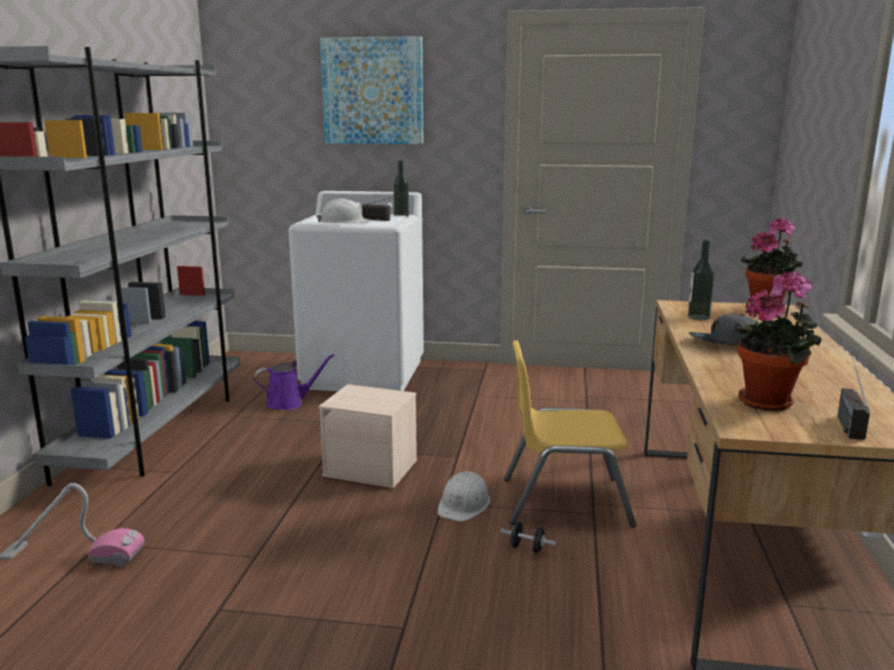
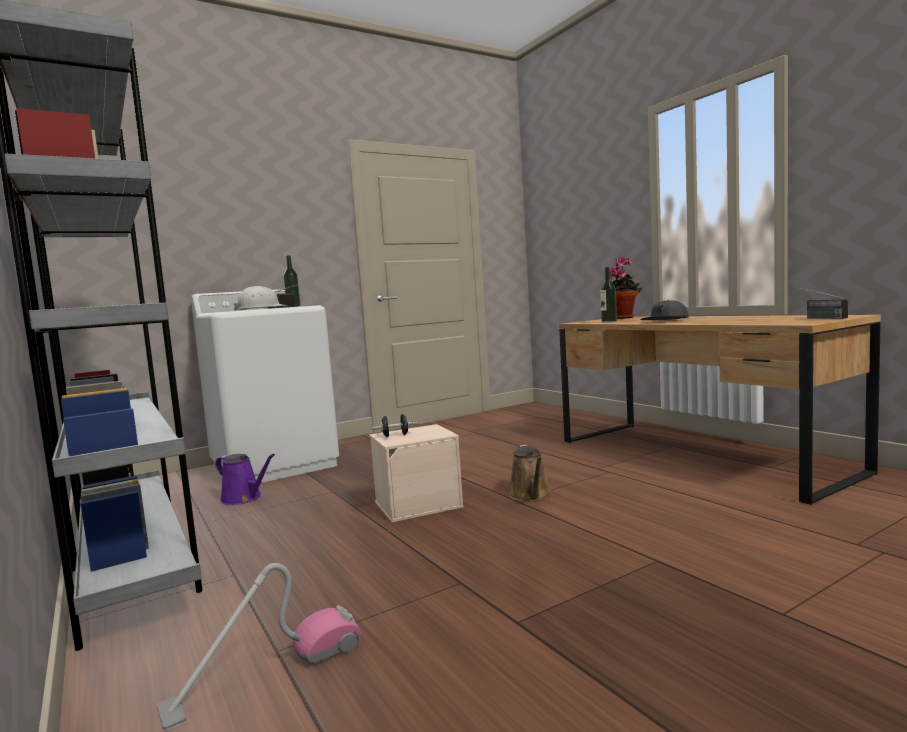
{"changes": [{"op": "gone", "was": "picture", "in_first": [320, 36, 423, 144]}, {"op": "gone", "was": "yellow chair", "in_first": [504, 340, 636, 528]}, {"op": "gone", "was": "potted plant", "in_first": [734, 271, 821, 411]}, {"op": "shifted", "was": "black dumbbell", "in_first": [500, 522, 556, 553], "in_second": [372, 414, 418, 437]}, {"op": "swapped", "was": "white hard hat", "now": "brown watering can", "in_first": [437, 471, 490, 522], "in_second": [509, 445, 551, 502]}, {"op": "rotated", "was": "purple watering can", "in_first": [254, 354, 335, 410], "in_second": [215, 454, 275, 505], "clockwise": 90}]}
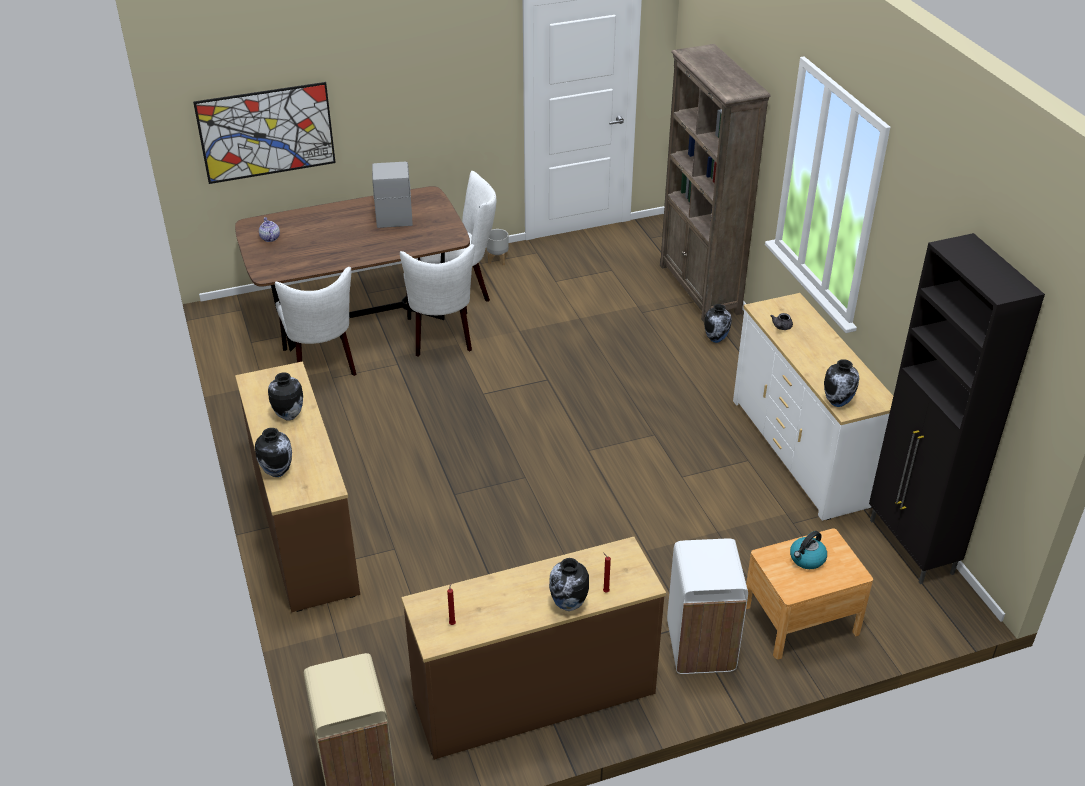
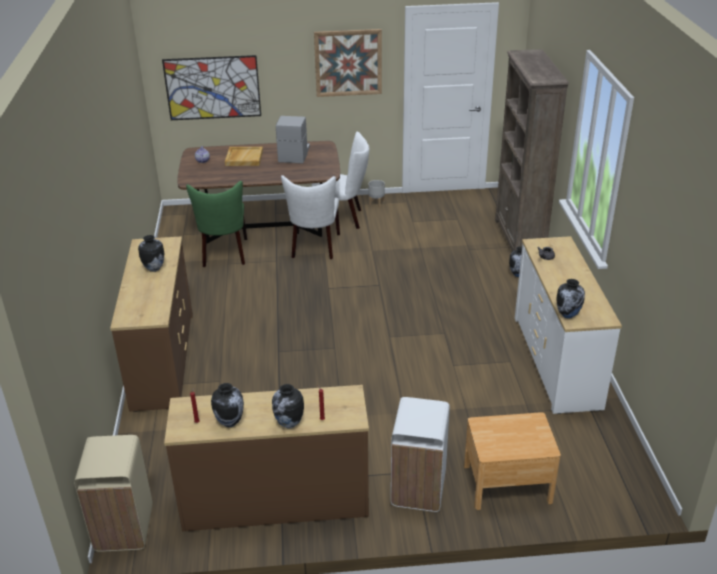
{"changes": [{"op": "gone", "was": "kettle", "in_first": [790, 531, 827, 569]}, {"op": "gone", "was": "black cabinet", "in_first": [869, 233, 1045, 584]}, {"op": "new", "now": "beige tray", "in_second": [225, 147, 263, 166]}, {"op": "new", "now": "picture", "in_second": [314, 29, 382, 97]}, {"op": "shifted", "was": "vase", "in_first": [255, 428, 292, 477], "in_second": [211, 383, 244, 427]}, {"op": "repainted", "was": "white chair", "now": "green chair", "in_first": [275, 267, 356, 376], "in_second": [186, 181, 247, 267]}]}
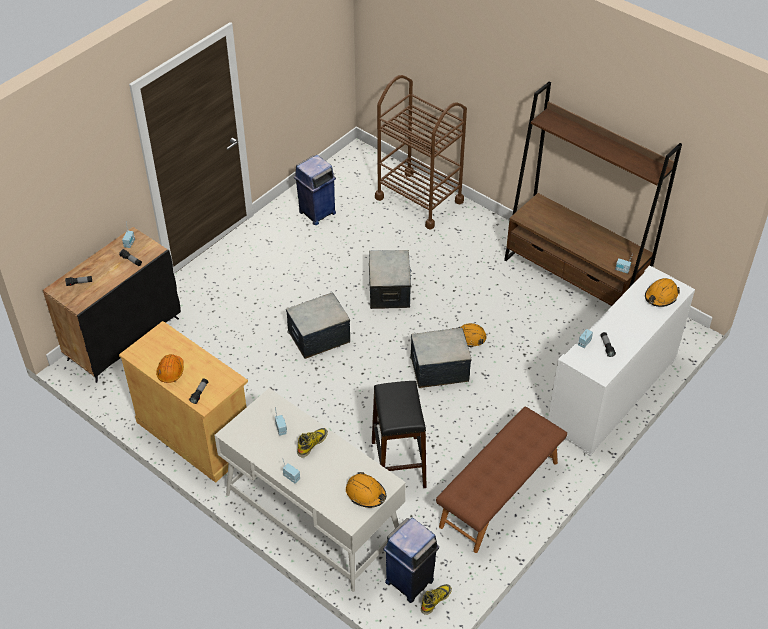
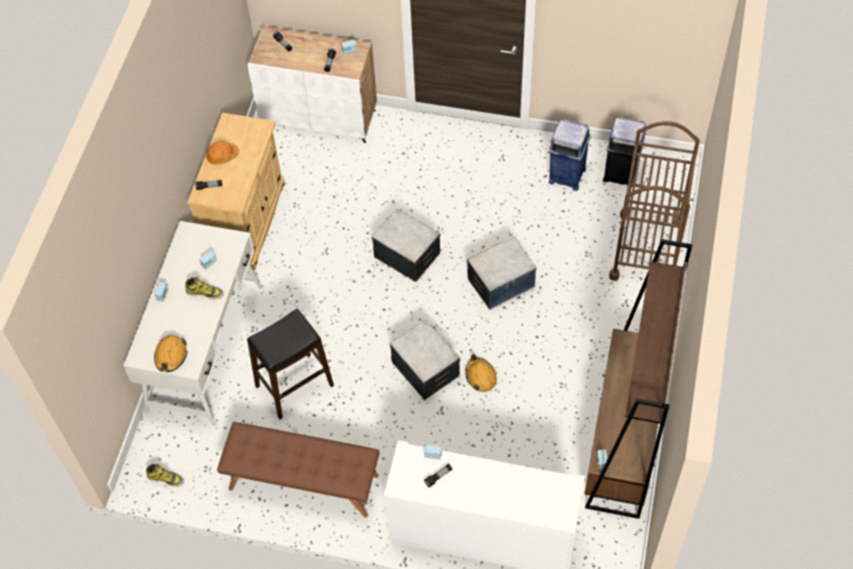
{"changes": [{"op": "gone", "was": "orange hard hat", "in_first": [645, 278, 680, 307]}, {"op": "shifted", "was": "blue trash can", "in_first": [383, 517, 439, 603], "in_second": [603, 117, 646, 186]}, {"op": "repainted", "was": "black cabinet", "now": "white cabinet", "in_first": [43, 227, 181, 383], "in_second": [247, 26, 377, 143]}]}
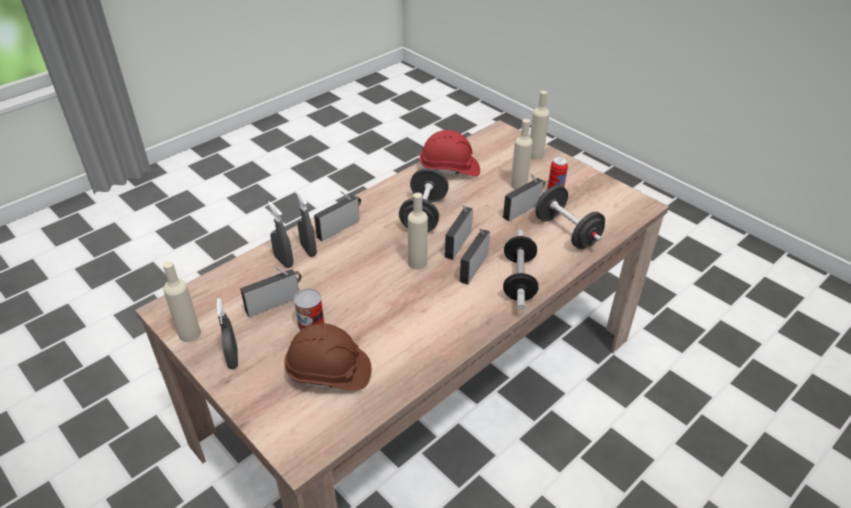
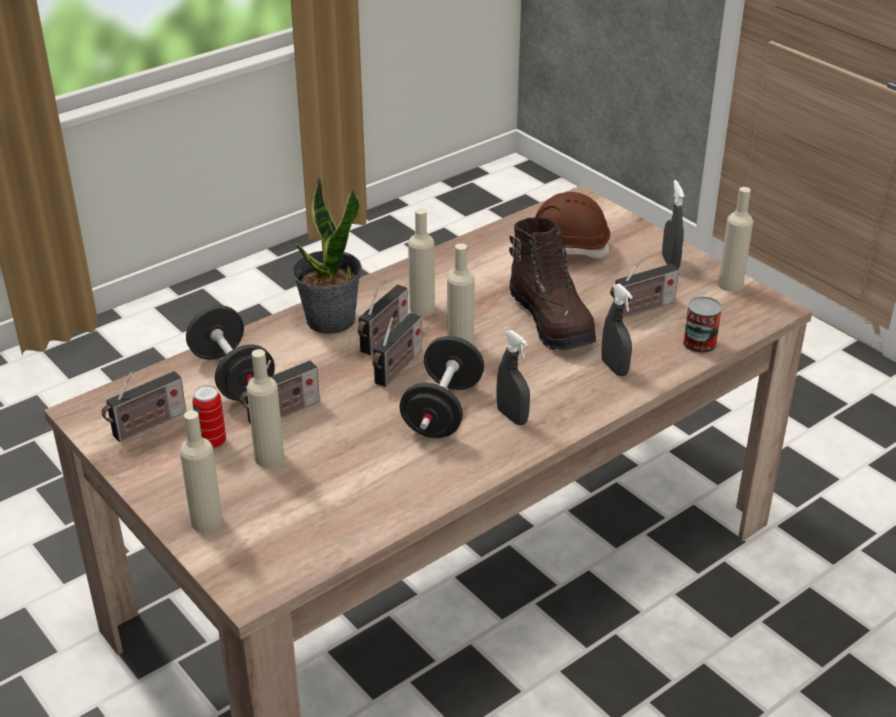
{"changes": [{"op": "gone", "was": "red hard hat", "in_first": [419, 130, 480, 176]}, {"op": "new", "now": "beige bottle", "in_second": [408, 208, 435, 315]}, {"op": "new", "now": "brown boot", "in_second": [509, 217, 596, 350]}, {"op": "shifted", "was": "grey spray bottle", "in_first": [268, 202, 293, 268], "in_second": [496, 330, 530, 425]}, {"op": "shifted", "was": "can", "in_first": [294, 289, 325, 331], "in_second": [683, 296, 722, 354]}, {"op": "shifted", "was": "radio", "in_first": [314, 190, 361, 241], "in_second": [102, 371, 186, 442]}, {"op": "swapped", "was": "dumbbell", "now": "potted plant", "in_first": [503, 230, 538, 310], "in_second": [292, 177, 362, 334]}]}
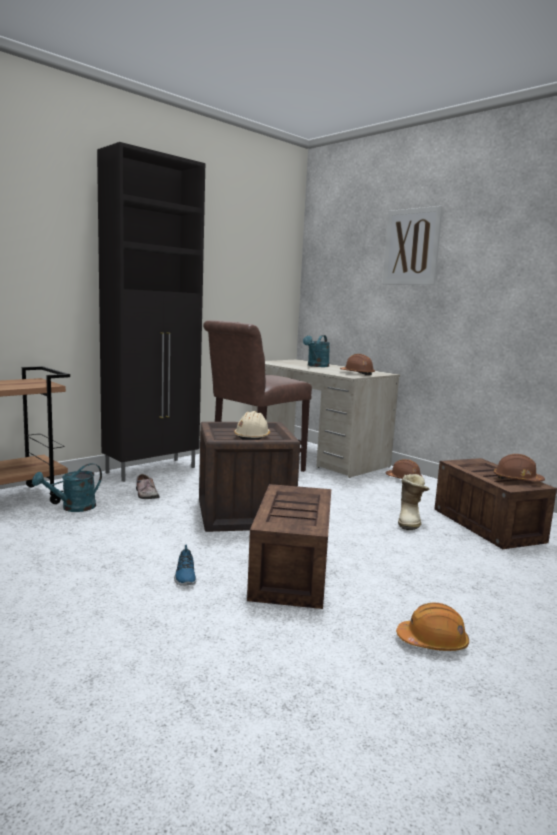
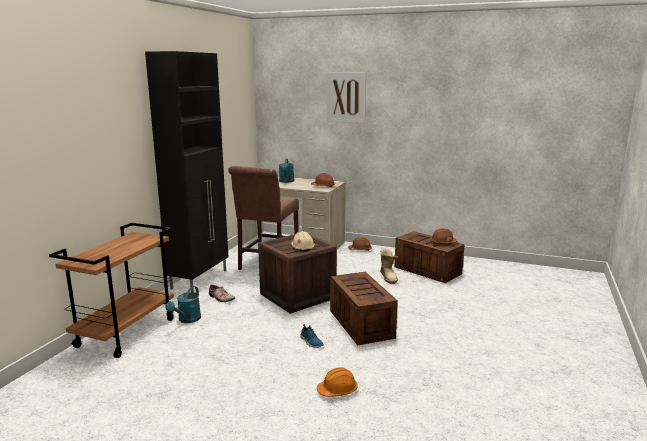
{"changes": [{"op": "shifted", "was": "orange hard hat", "in_first": [396, 603, 469, 651], "in_second": [317, 367, 358, 397]}]}
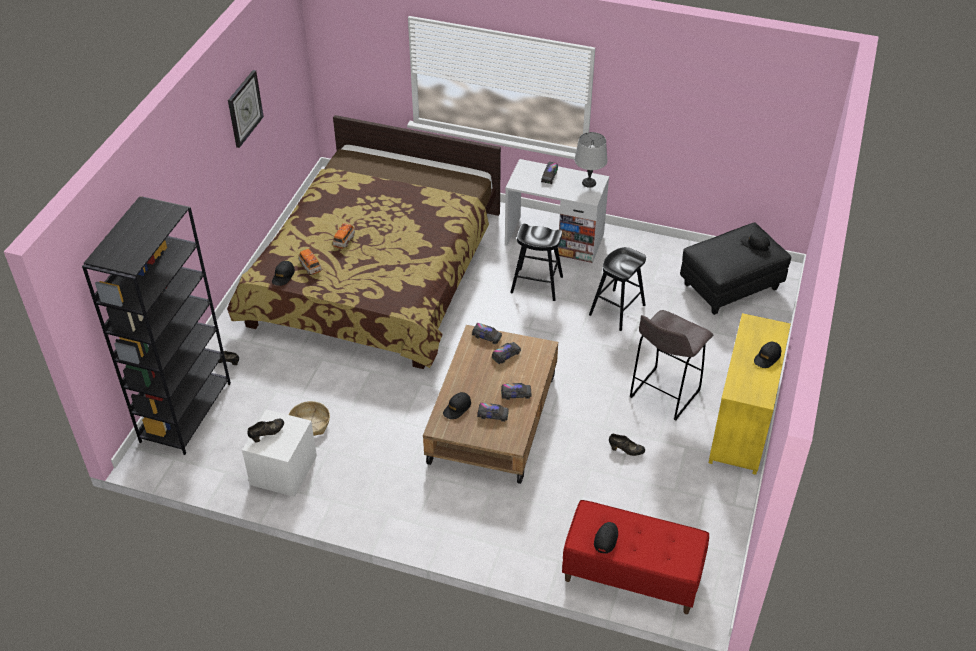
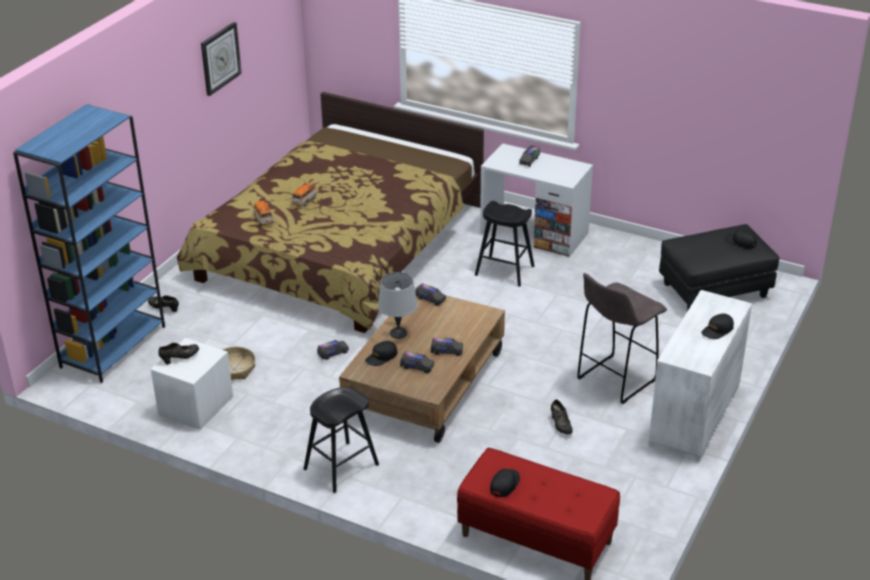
{"changes": [{"op": "gone", "was": "black cap", "in_first": [272, 261, 295, 286]}, {"op": "shifted", "was": "toy truck", "in_first": [492, 342, 521, 364], "in_second": [317, 340, 349, 360]}, {"op": "shifted", "was": "grey table lamp", "in_first": [574, 132, 607, 188], "in_second": [378, 272, 418, 339]}, {"op": "shifted", "was": "black stool", "in_first": [589, 247, 646, 331], "in_second": [304, 387, 379, 493]}, {"op": "repainted", "was": "black bookcase", "now": "blue bookcase", "in_first": [82, 196, 231, 455], "in_second": [13, 104, 165, 383]}, {"op": "repainted", "was": "yellow dresser", "now": "white dresser", "in_first": [709, 313, 791, 475], "in_second": [649, 290, 752, 462]}, {"op": "rotated", "was": "black shoe", "in_first": [609, 434, 645, 456], "in_second": [551, 399, 573, 434], "clockwise": 45}]}
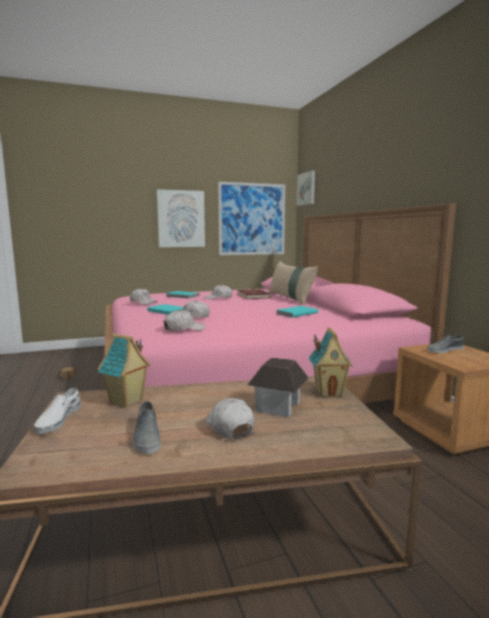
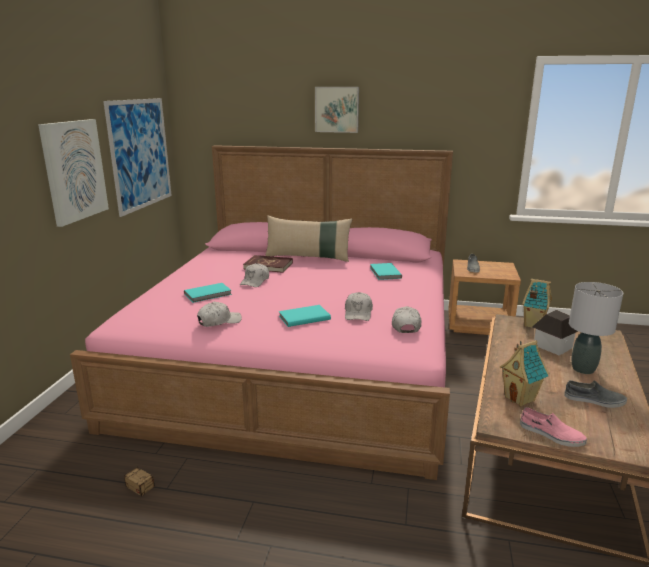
{"changes": [{"op": "shifted", "was": "picture", "in_first": [296, 171, 315, 206], "in_second": [315, 87, 359, 133]}, {"op": "swapped", "was": "white cap", "now": "grey table lamp", "in_first": [206, 398, 254, 439], "in_second": [569, 282, 623, 374]}, {"op": "repainted", "was": "white shoe", "now": "pink shoe", "in_first": [34, 388, 81, 434], "in_second": [520, 407, 587, 447]}]}
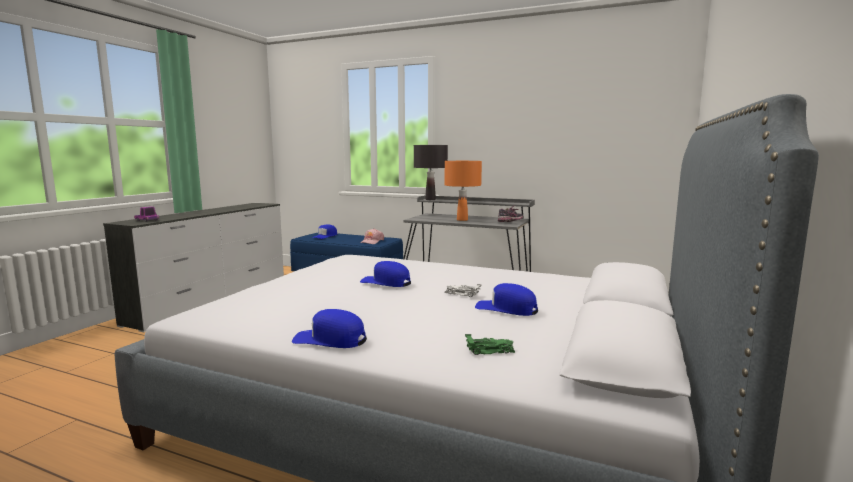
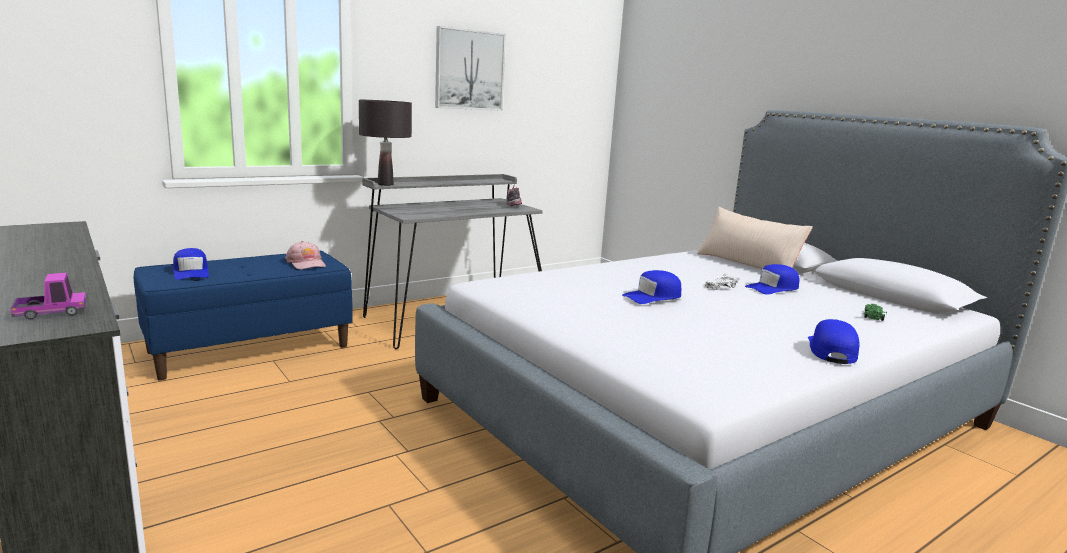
{"changes": [{"op": "gone", "was": "orange table lamp", "in_first": [445, 161, 482, 221]}, {"op": "new", "now": "picture", "in_second": [435, 26, 506, 111]}, {"op": "new", "now": "beige pillow", "in_second": [697, 207, 813, 269]}, {"op": "rotated", "was": "blue cap", "in_first": [292, 309, 367, 348], "in_second": [808, 319, 860, 364], "clockwise": 150}]}
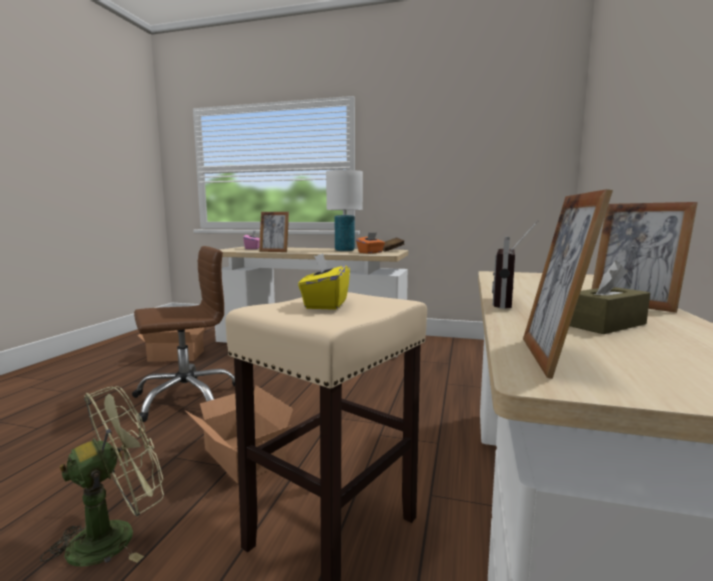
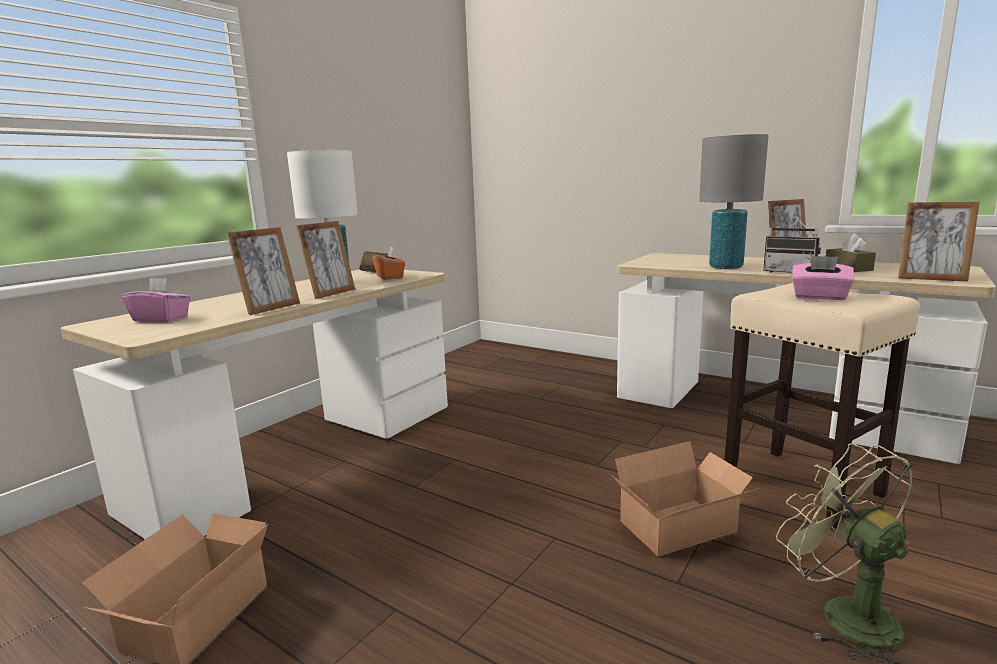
{"changes": [{"op": "gone", "was": "brown office chair", "in_first": [132, 246, 235, 422]}, {"op": "new", "now": "picture frame", "in_second": [296, 221, 355, 299]}, {"op": "new", "now": "grey table lamp", "in_second": [699, 134, 769, 269]}, {"op": "repainted", "was": "yellow tissue box", "now": "pink tissue box", "in_first": [298, 253, 350, 310], "in_second": [792, 255, 855, 300]}]}
